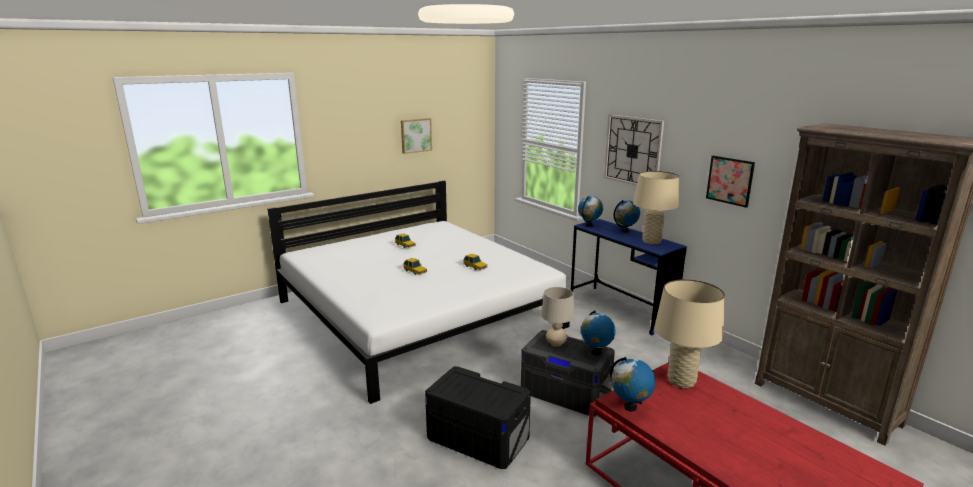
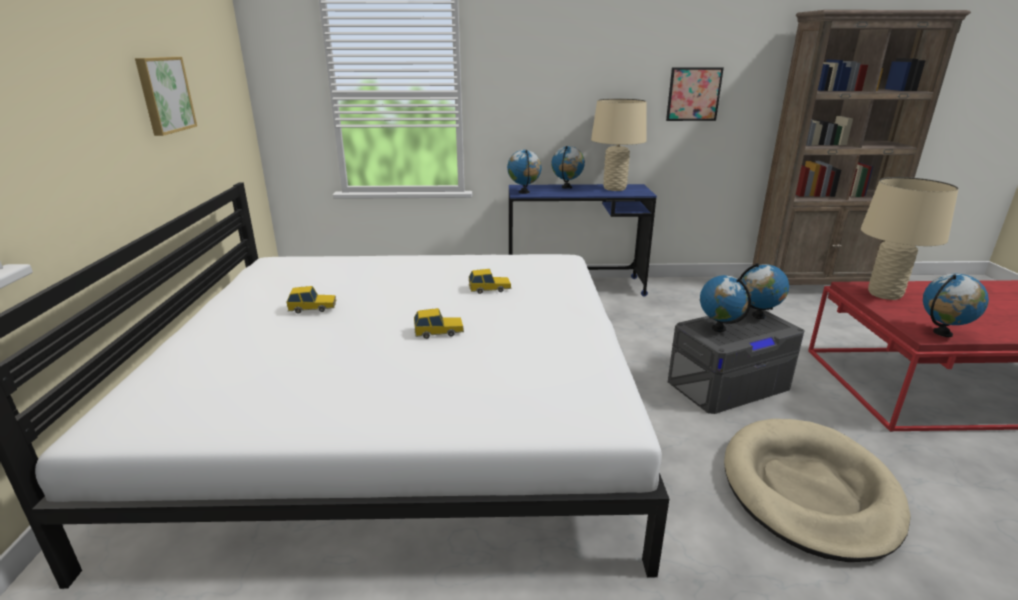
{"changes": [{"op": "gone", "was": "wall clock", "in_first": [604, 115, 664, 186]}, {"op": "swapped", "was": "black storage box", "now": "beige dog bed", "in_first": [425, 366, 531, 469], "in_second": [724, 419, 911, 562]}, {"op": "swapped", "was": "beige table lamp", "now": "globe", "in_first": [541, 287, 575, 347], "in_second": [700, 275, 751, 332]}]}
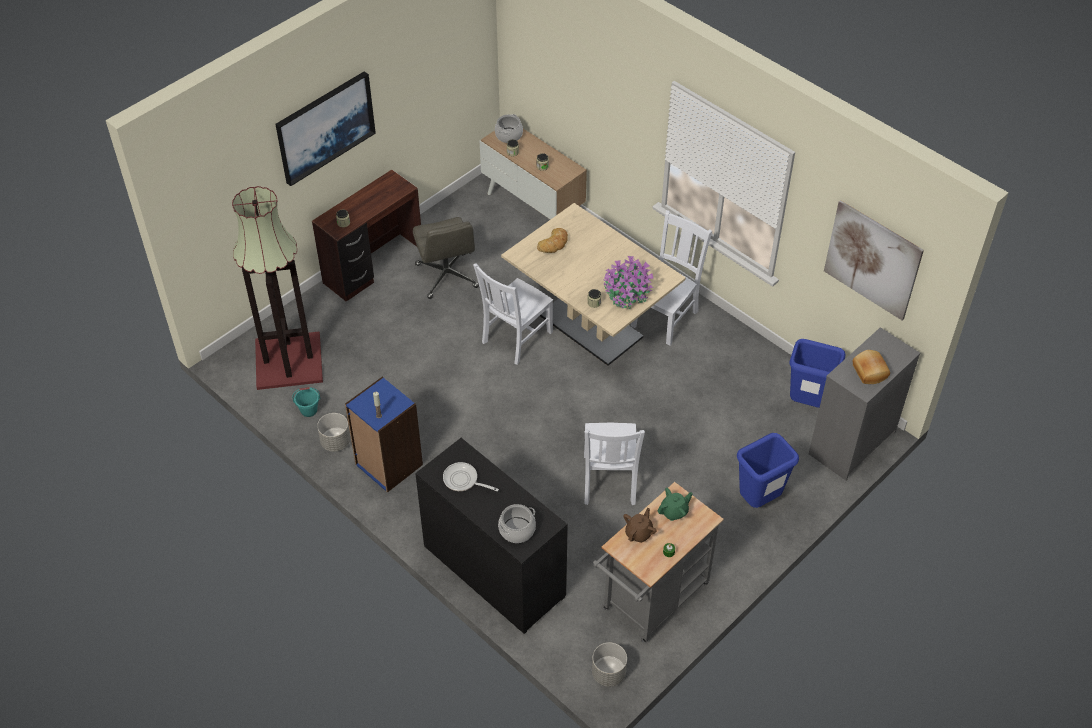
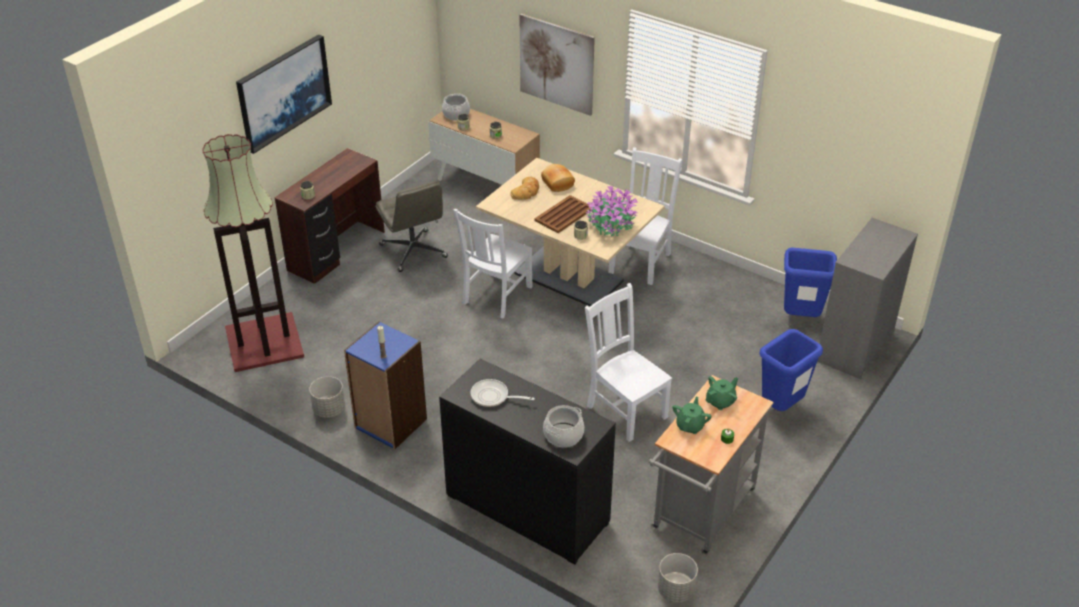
{"changes": [{"op": "gone", "was": "turquoise bucket", "in_first": [292, 387, 320, 417]}, {"op": "new", "now": "brown tray", "in_second": [535, 195, 591, 233]}, {"op": "shifted", "was": "picture", "in_first": [824, 200, 924, 320], "in_second": [520, 14, 595, 116]}, {"op": "shifted", "was": "bread", "in_first": [853, 350, 890, 384], "in_second": [541, 164, 575, 192]}, {"op": "repainted", "was": "brown teapot", "now": "green teapot", "in_first": [623, 508, 657, 543], "in_second": [673, 397, 712, 434]}, {"op": "rotated", "was": "white chair", "in_first": [584, 423, 645, 505], "in_second": [585, 283, 672, 442], "clockwise": 150}]}
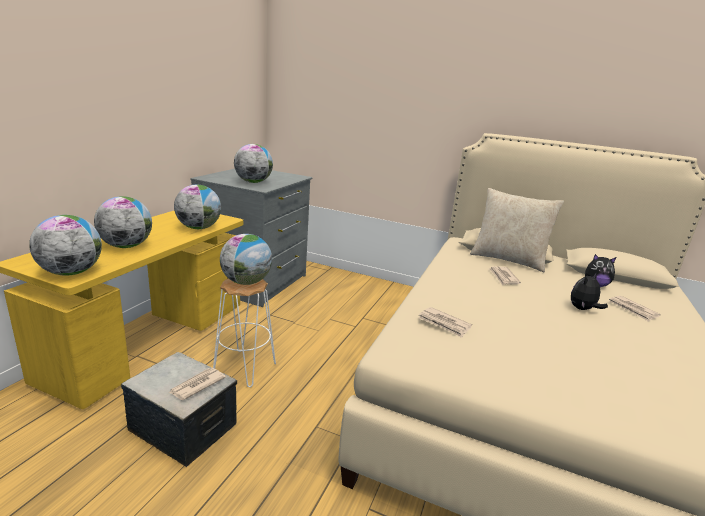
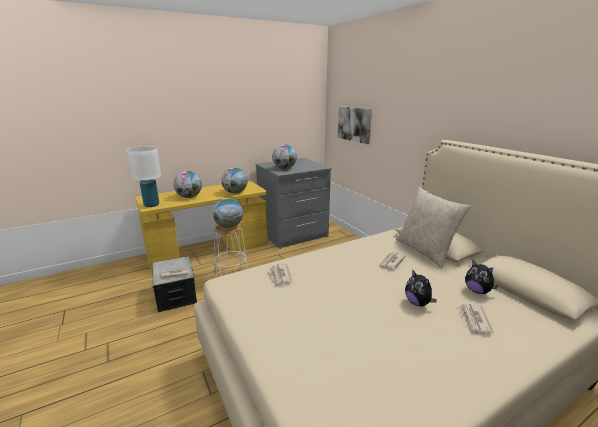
{"changes": [{"op": "new", "now": "picture", "in_second": [338, 106, 372, 144]}, {"op": "swapped", "was": "globe", "now": "white table lamp", "in_first": [29, 215, 102, 276], "in_second": [127, 146, 161, 207]}, {"op": "rotated", "was": "plush toy", "in_first": [571, 273, 608, 310], "in_second": [405, 270, 437, 306], "clockwise": -120}]}
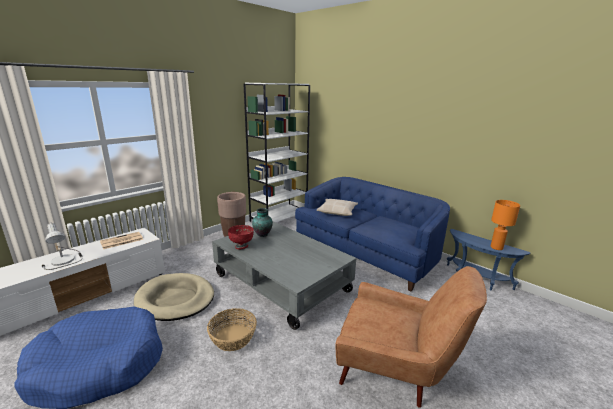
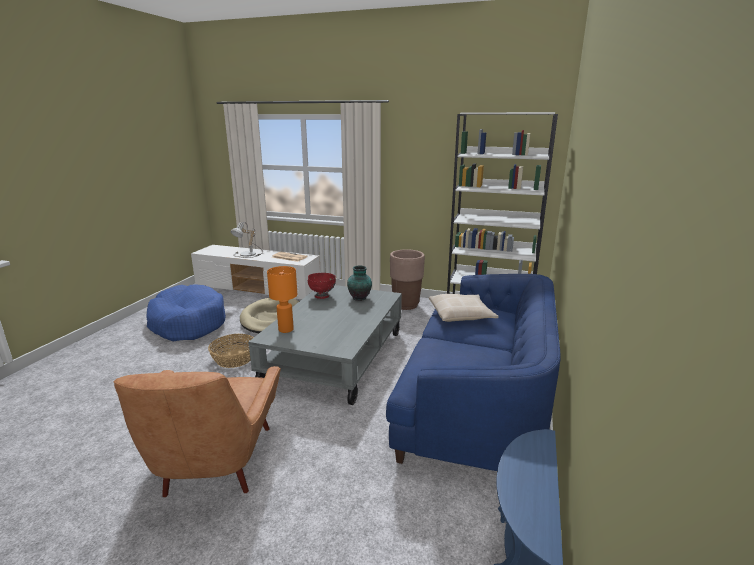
{"changes": [{"op": "shifted", "was": "orange table lamp", "in_first": [491, 200, 520, 250], "in_second": [267, 266, 297, 333]}]}
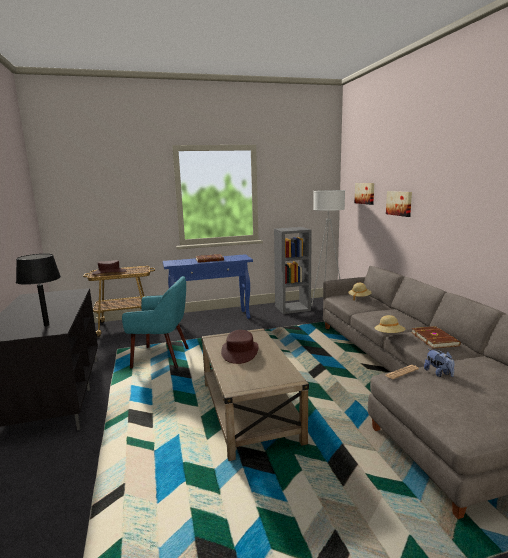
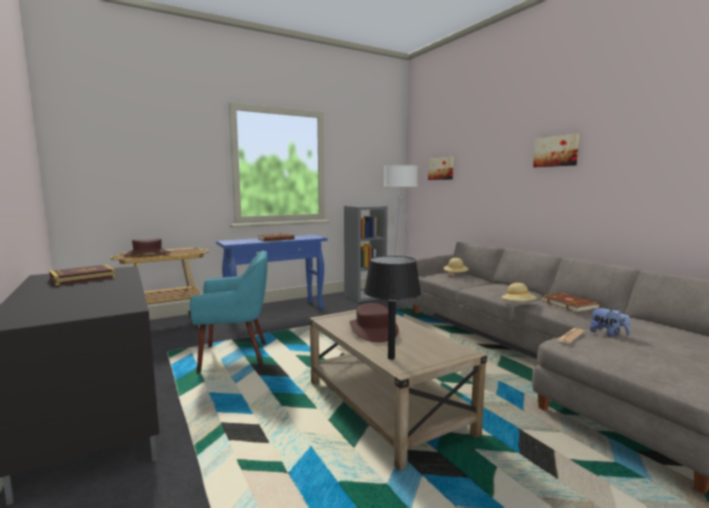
{"changes": [{"op": "new", "now": "book", "in_second": [49, 264, 116, 286]}, {"op": "shifted", "was": "black table lamp", "in_first": [16, 254, 61, 326], "in_second": [364, 256, 421, 360]}, {"op": "shifted", "was": "picture", "in_first": [386, 191, 412, 217], "in_second": [533, 134, 579, 167]}]}
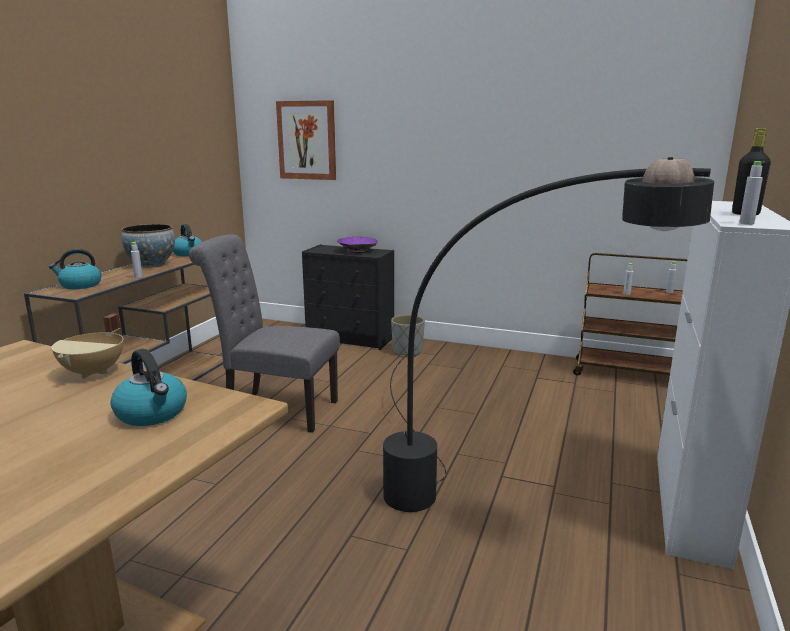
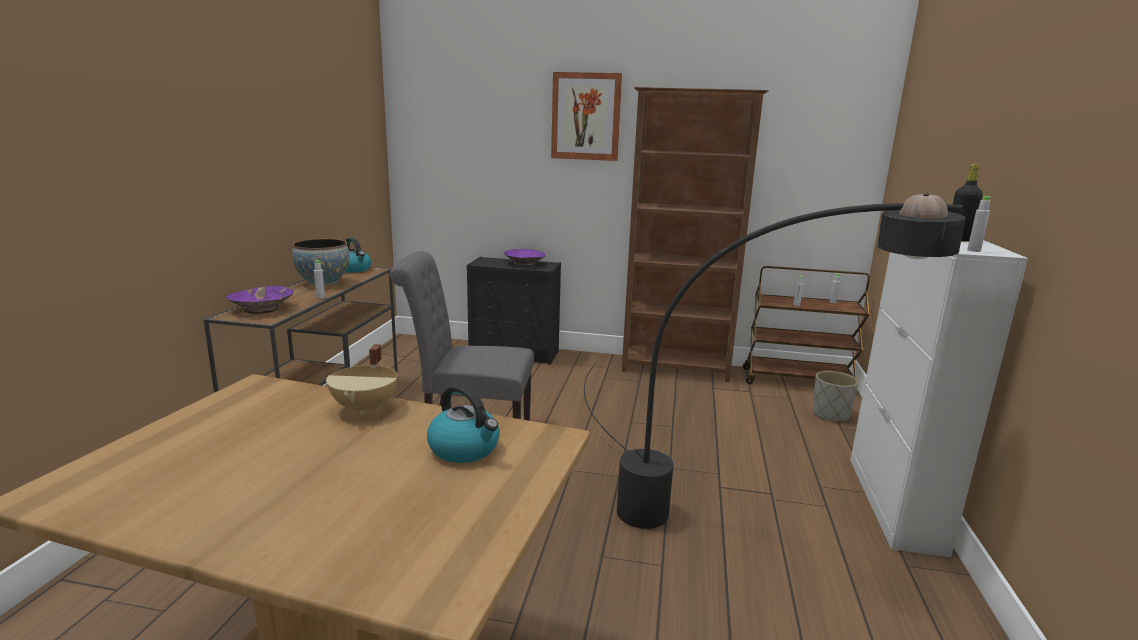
{"changes": [{"op": "new", "now": "brown bookcase", "in_second": [622, 87, 769, 382]}, {"op": "shifted", "was": "picture", "in_first": [276, 100, 336, 180], "in_second": [551, 72, 622, 161]}, {"op": "shifted", "was": "grey planter", "in_first": [391, 315, 425, 356], "in_second": [813, 371, 859, 422]}, {"op": "swapped", "was": "kettle", "now": "purple bowl", "in_first": [49, 249, 102, 289], "in_second": [226, 286, 293, 314]}]}
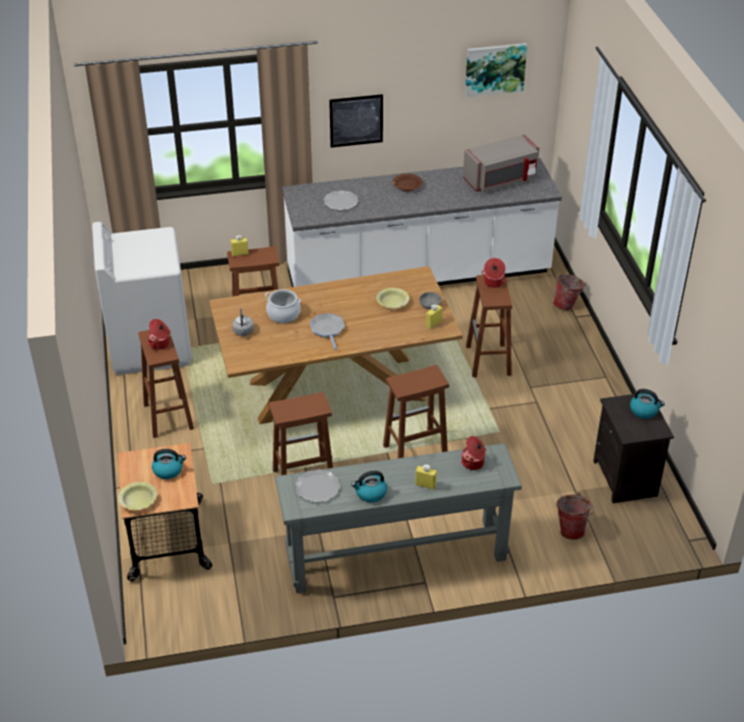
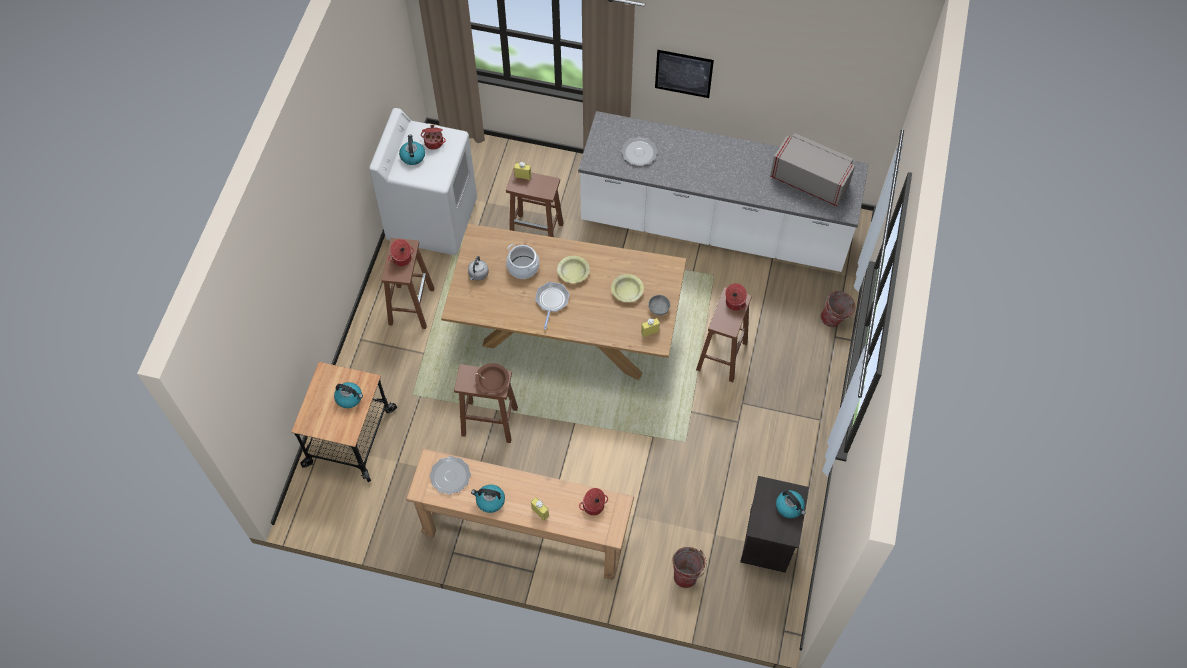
{"changes": [{"op": "gone", "was": "brown stool", "in_first": [383, 365, 449, 458]}, {"op": "gone", "was": "picture", "in_first": [465, 43, 527, 97]}, {"op": "new", "now": "kettle", "in_second": [399, 135, 425, 165]}, {"op": "new", "now": "cooking pot", "in_second": [421, 125, 446, 150]}, {"op": "shifted", "was": "yellow bowl", "in_first": [118, 482, 157, 510], "in_second": [557, 256, 590, 283]}, {"op": "shifted", "was": "brown bowl", "in_first": [392, 174, 423, 191], "in_second": [475, 363, 509, 393]}, {"op": "repainted", "was": "grey console table", "now": "brown console table", "in_first": [275, 443, 522, 593], "in_second": [406, 448, 634, 580]}, {"op": "rotated", "was": "grey microwave", "in_first": [463, 134, 540, 192], "in_second": [770, 133, 855, 206], "clockwise": -150}]}
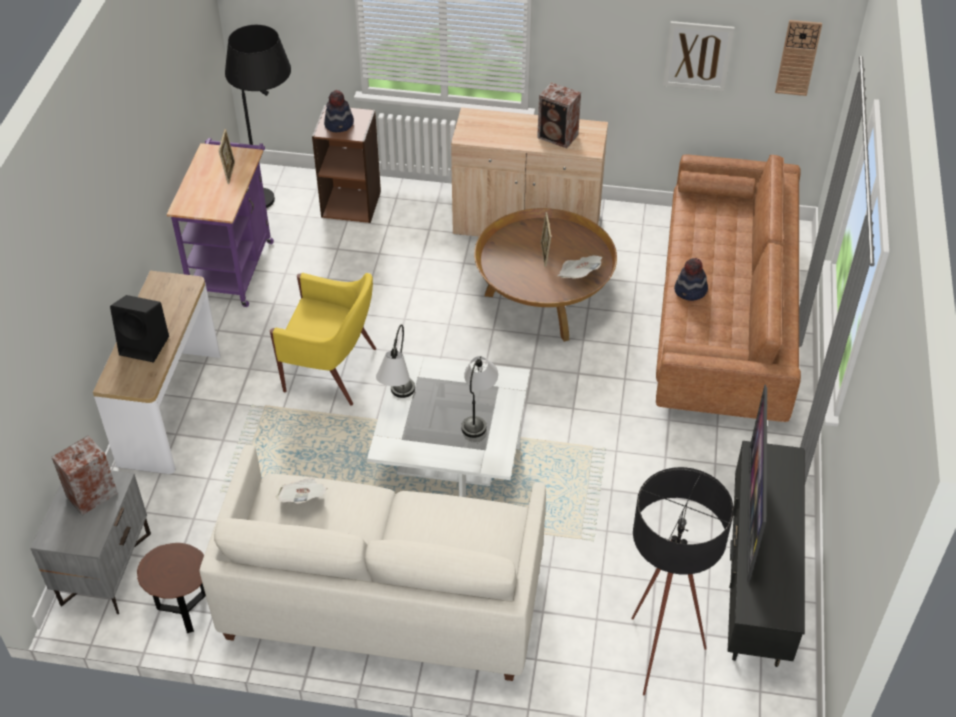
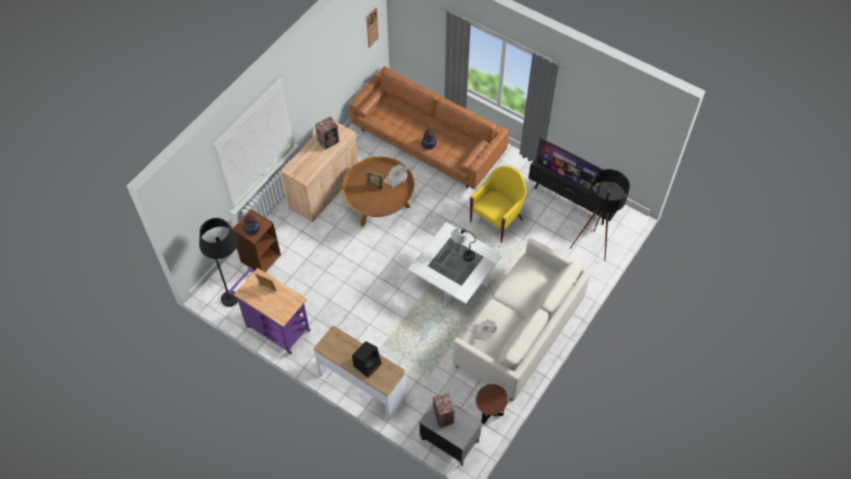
{"changes": [{"op": "gone", "was": "table lamp", "in_first": [376, 324, 415, 398]}, {"op": "gone", "was": "picture", "in_first": [663, 21, 735, 92]}, {"op": "shifted", "was": "yellow armchair", "in_first": [270, 273, 376, 406], "in_second": [470, 166, 526, 243]}]}
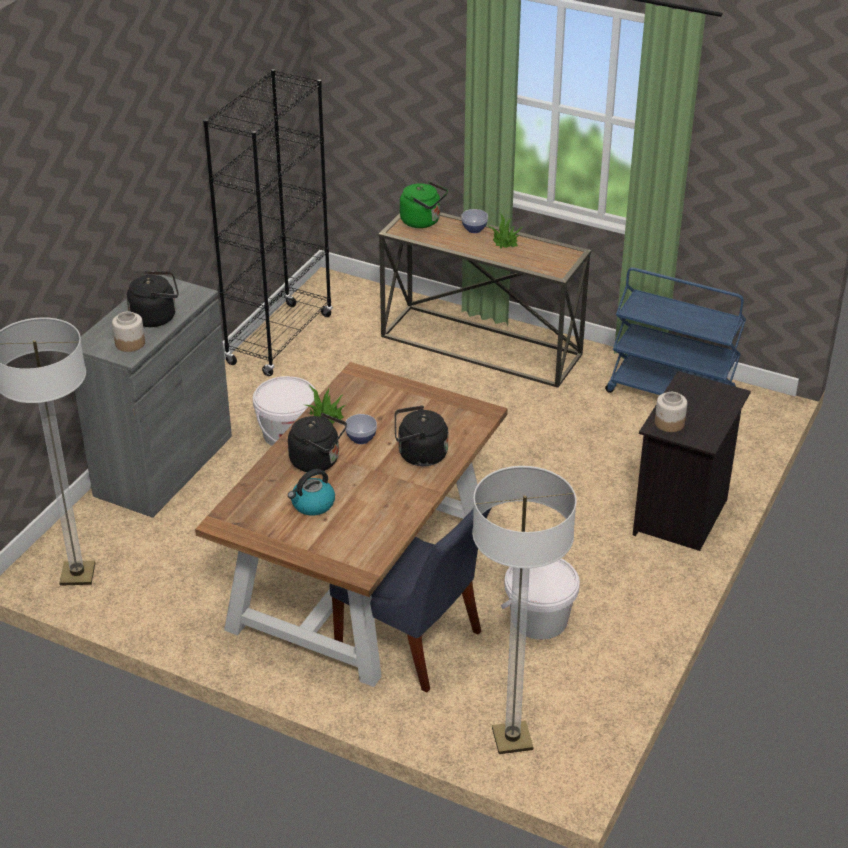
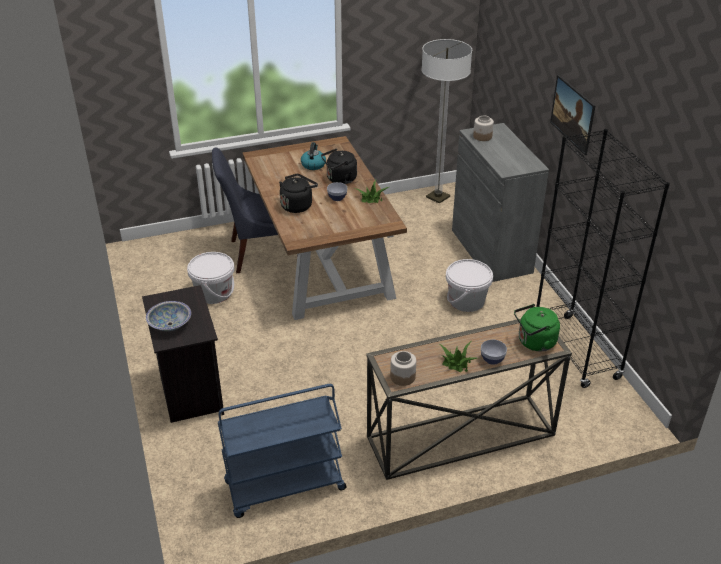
{"changes": [{"op": "gone", "was": "black kettle", "in_first": [127, 271, 179, 327]}, {"op": "gone", "was": "floor lamp", "in_first": [472, 466, 576, 754]}, {"op": "new", "now": "bowl", "in_second": [146, 301, 191, 331]}, {"op": "new", "now": "picture", "in_second": [550, 75, 596, 155]}, {"op": "shifted", "was": "jar", "in_first": [655, 392, 687, 432], "in_second": [390, 351, 416, 386]}]}
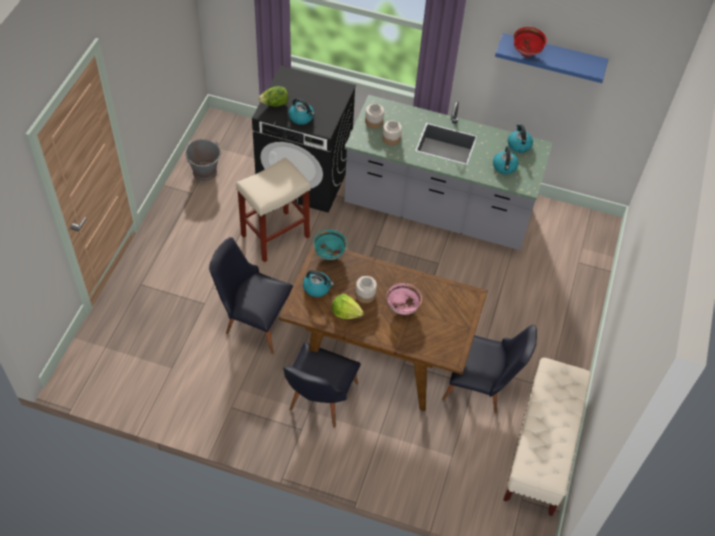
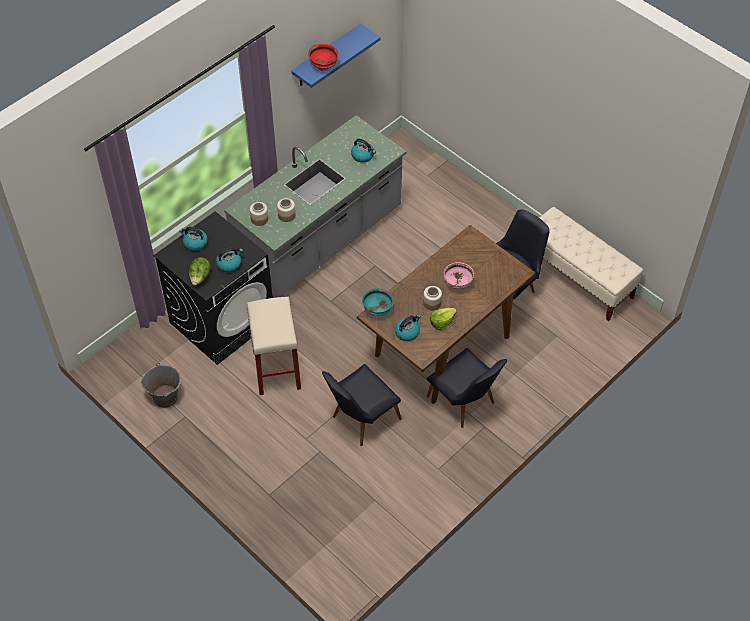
{"changes": [{"op": "shifted", "was": "kettle", "in_first": [508, 124, 533, 153], "in_second": [179, 227, 208, 251]}]}
